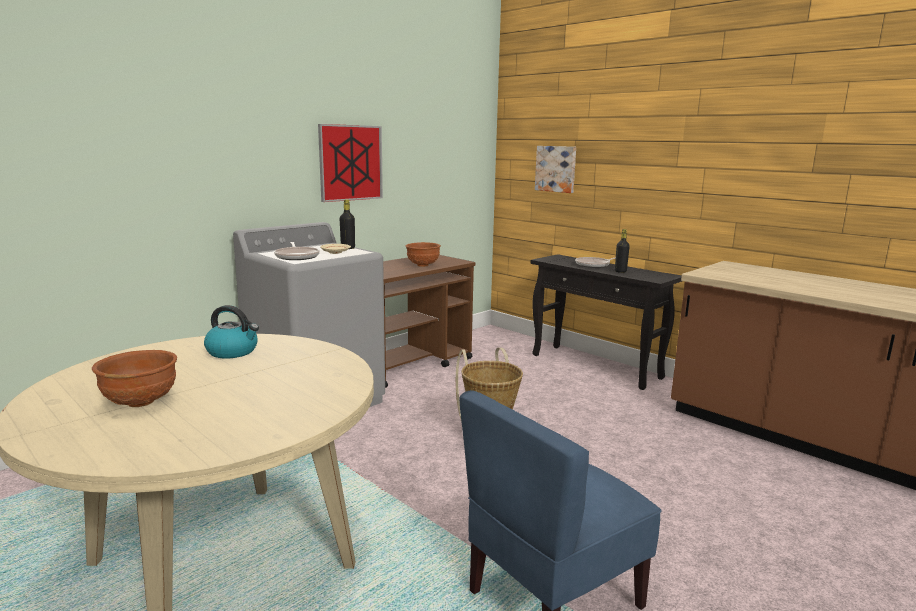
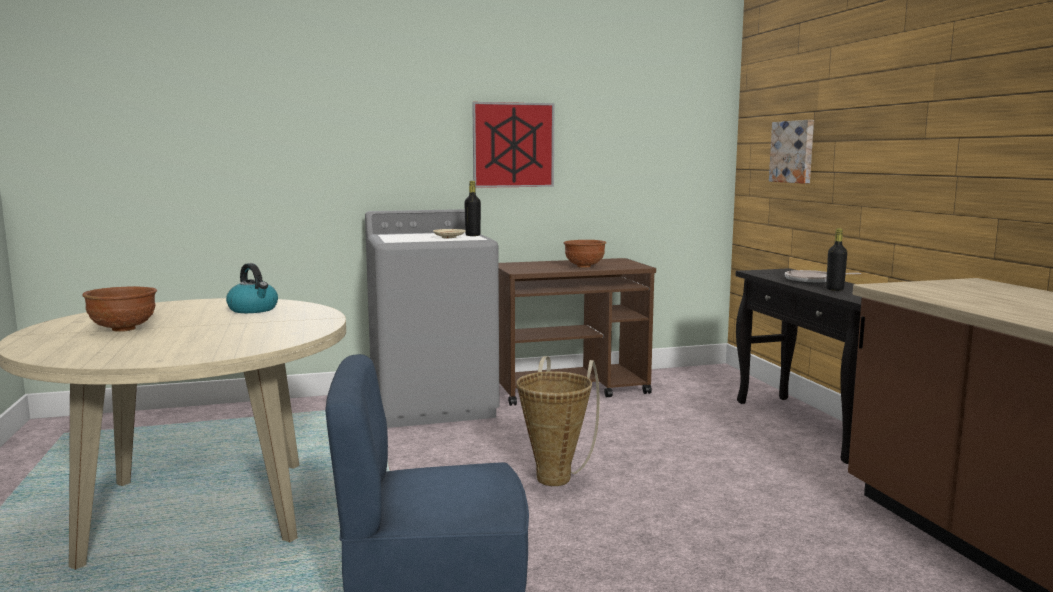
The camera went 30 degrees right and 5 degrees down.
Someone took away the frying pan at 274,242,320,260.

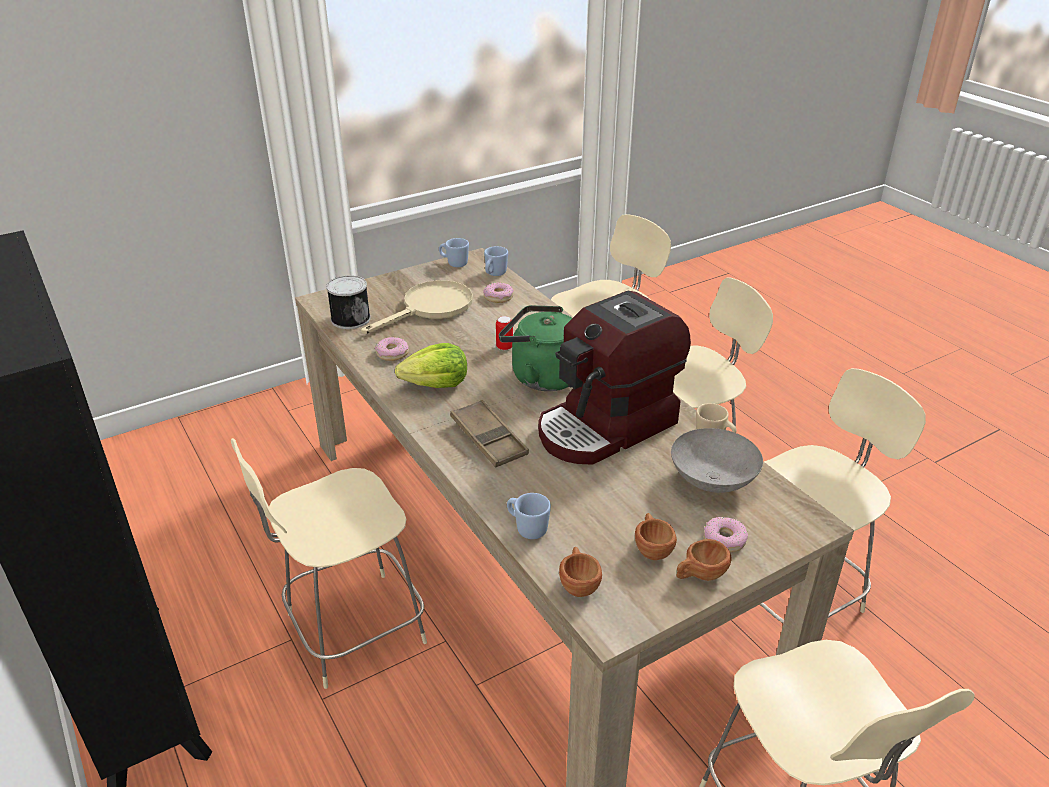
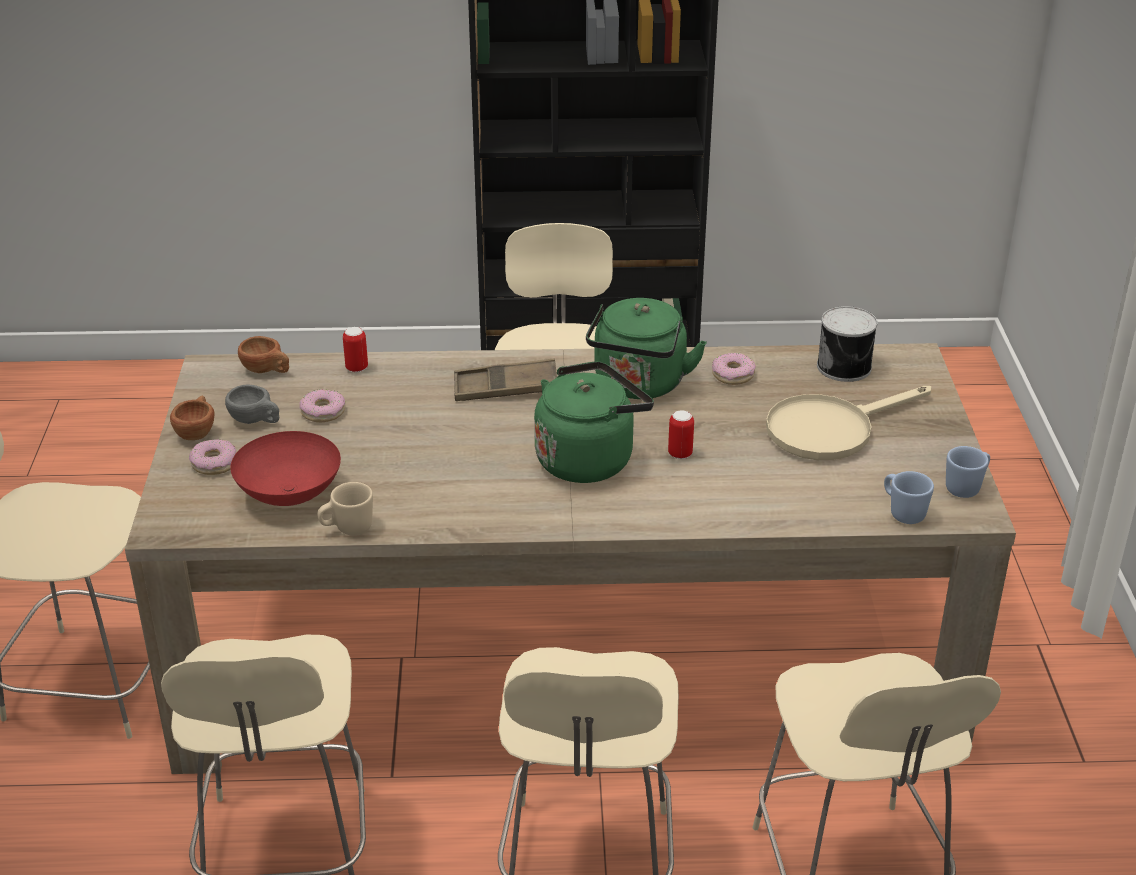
The camera went 120 degrees right and 0 degrees up.
Someone took away the coffee machine at 538,291,691,465.
Someone carried the donut from 483,282,513,303 to 299,390,345,422.
Someone swapped the lettuce at 395,343,467,388 for the green kettle at 586,298,707,399.
Someone swapped the blue mug at 507,493,551,539 for the can at 343,327,368,372.
Someone repainted the brown cup at 635,513,677,560, which became the grey cup at 225,384,279,424.
Someone repainted the grey bowl at 671,428,763,493, which became the red bowl at 230,431,341,506.
Someone rotated the beige frying pan at 361,280,473,334 by 75 degrees clockwise.

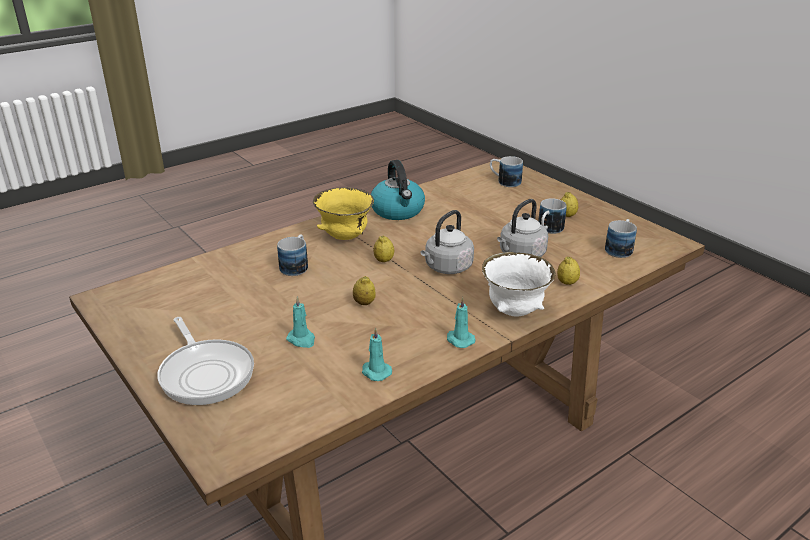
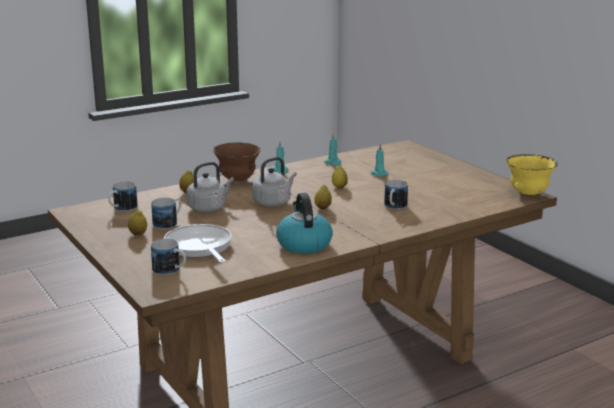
The camera went 175 degrees left and 10 degrees down.
Someone carried the frying pan from 157,317,254,405 to 164,224,232,263.
Someone carried the yellow bowl from 313,187,374,240 to 506,154,558,196.
Someone repainted the white bowl at 482,252,556,316, which became the brown bowl at 213,142,261,181.

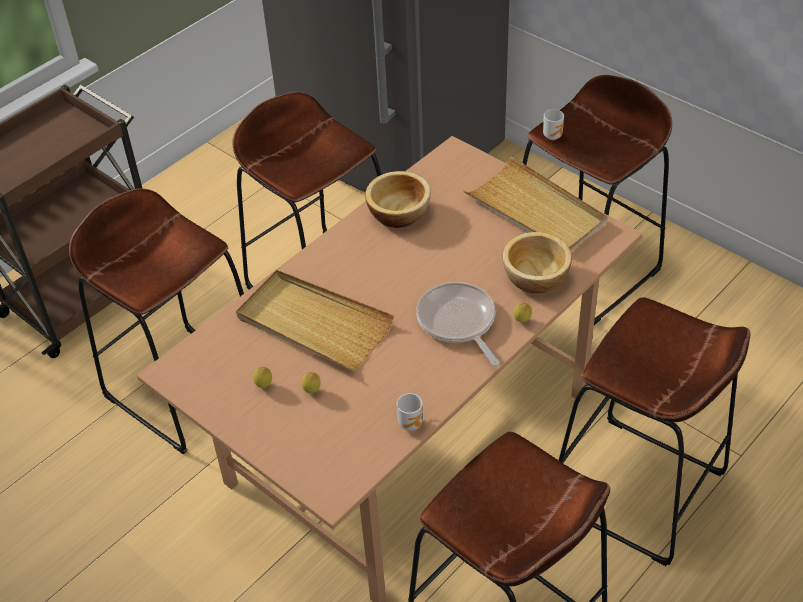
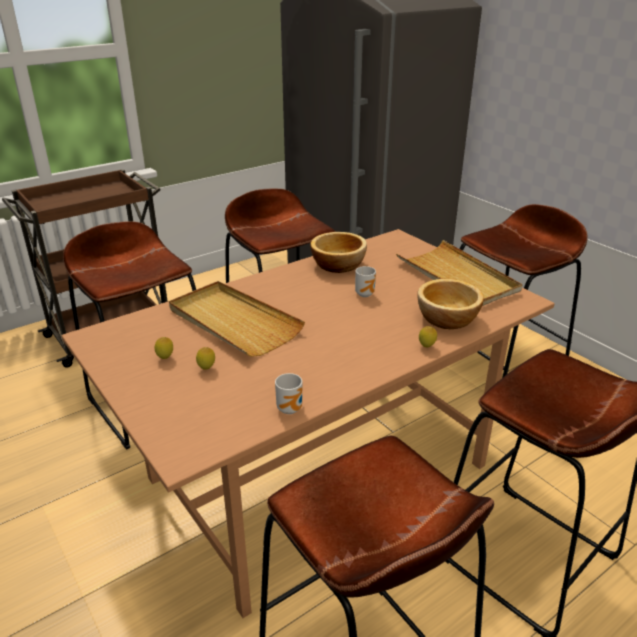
The camera went 10 degrees right and 15 degrees down.
Someone took away the frying pan at 416,282,500,366.
Someone carried the mug from 543,109,564,140 to 355,266,376,297.

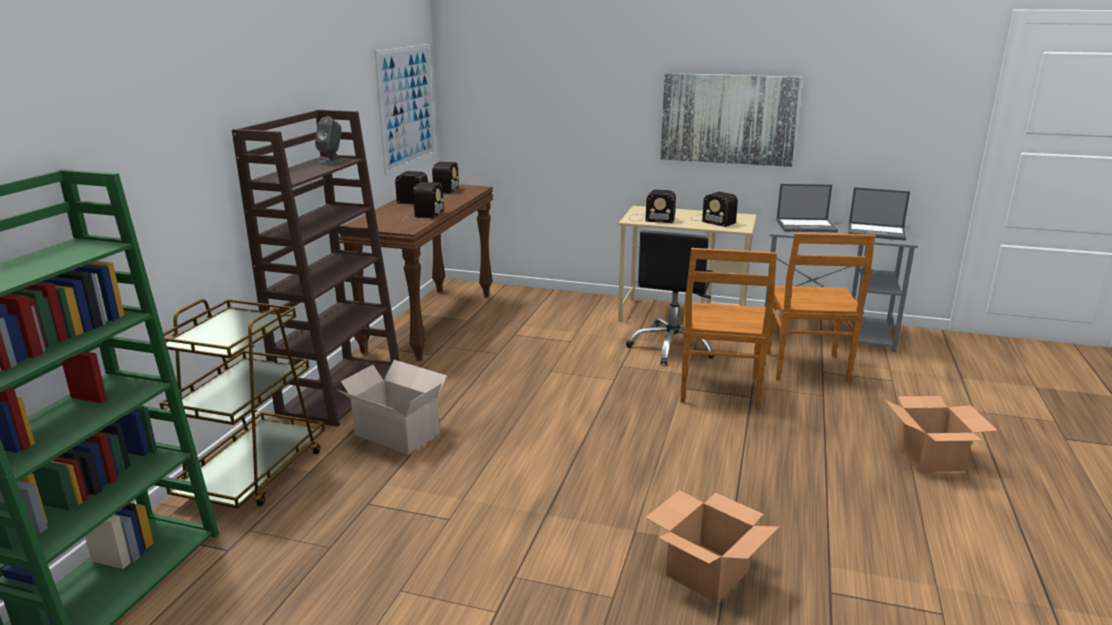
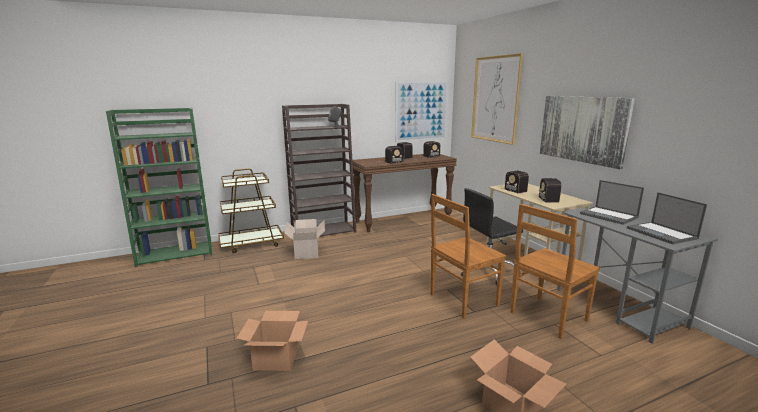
The camera went 50 degrees right and 5 degrees down.
Someone put up the picture at 471,53,523,145.

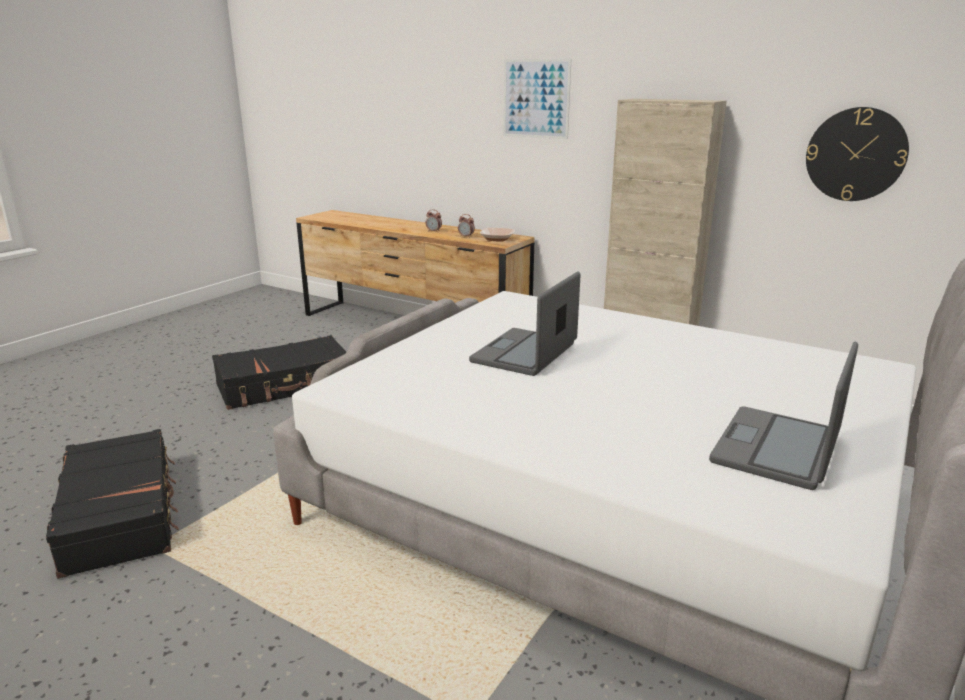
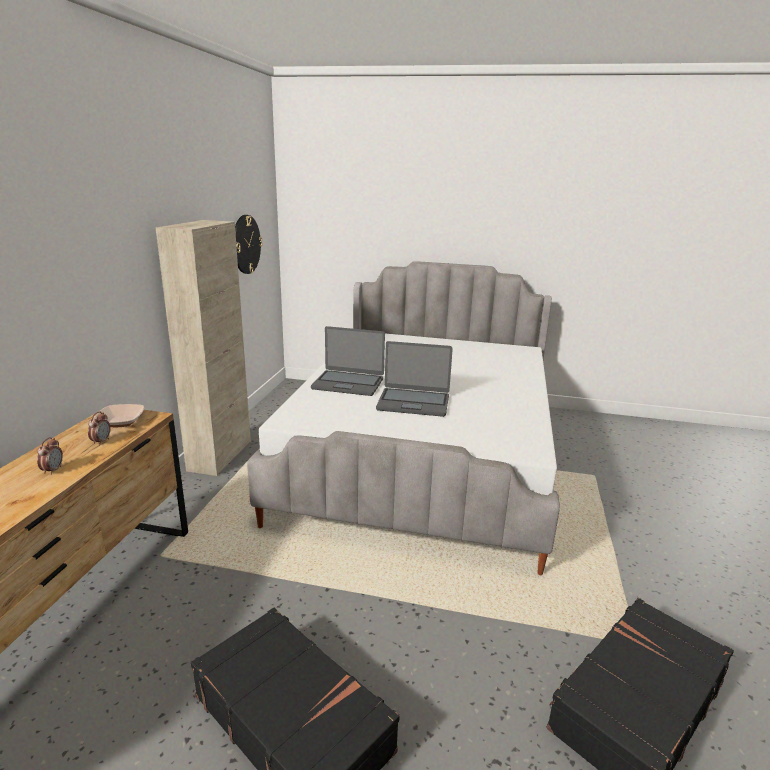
The camera went 110 degrees left and 0 degrees up.
Someone took away the picture at 503,59,571,139.
Someone carried the laptop from 709,341,858,490 to 311,326,385,396.

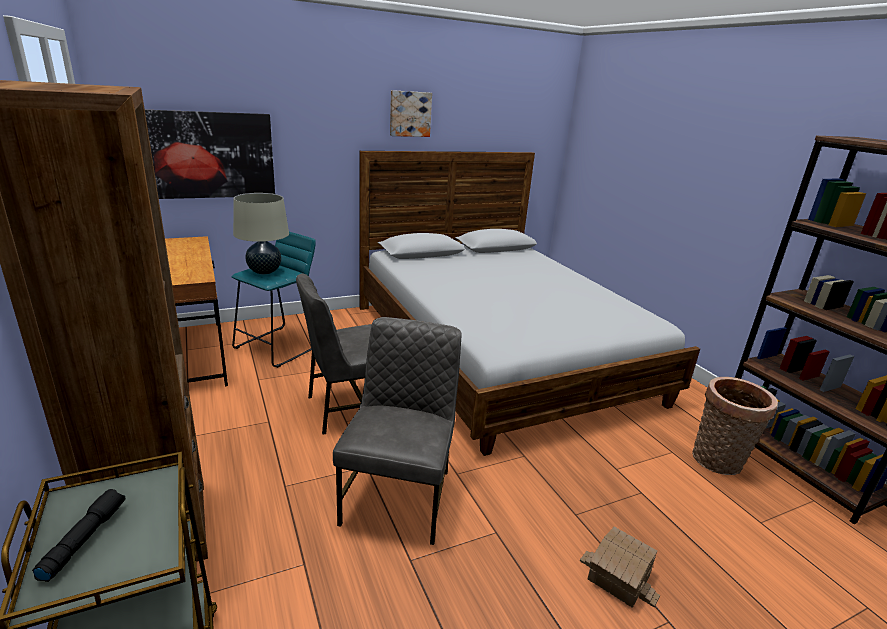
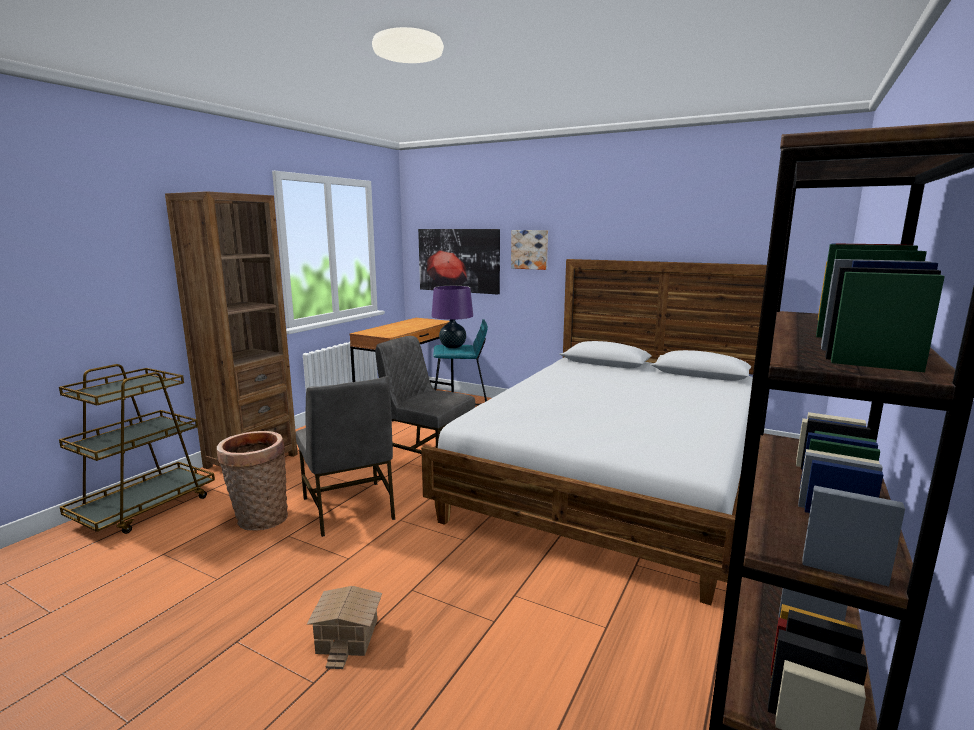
The camera went 55 degrees right and 10 degrees down.
Someone took away the black flashlight at 32,489,125,582.
Someone carried the picture from 390,90,432,137 to 511,230,548,270.
Someone carried the basket from 692,377,778,475 to 217,431,288,530.
Someone repainted the beige table lamp at 233,193,289,274, which became the purple table lamp at 432,286,473,348.
Someone rotated the grey chair at 333,317,462,545 by 90 degrees clockwise.

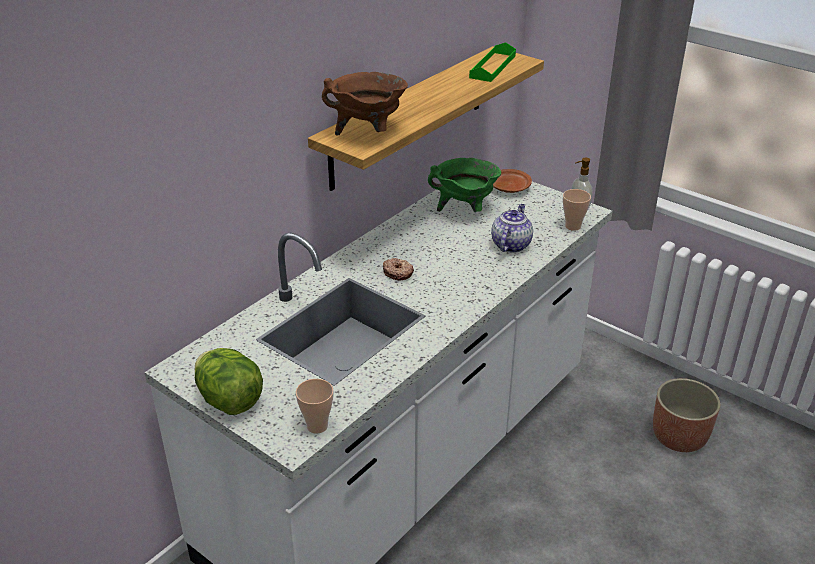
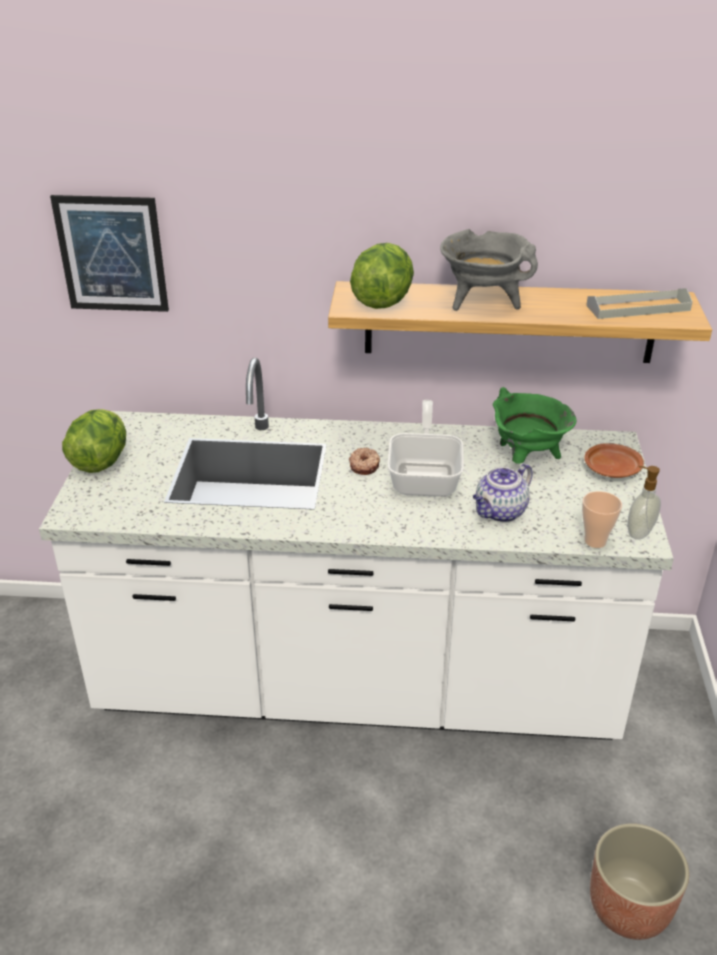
The camera went 55 degrees right and 0 degrees up.
Someone took away the cup at 296,379,334,434.
Someone put up the picture at 50,195,169,312.
Someone put down the frying pan at 387,400,464,497.
Someone put down the grey cooking pot at 440,229,538,311.
Someone swapped the brown cooking pot at 322,72,408,136 for the lettuce at 350,243,414,309.
Someone repainted the green tray at 469,42,516,82, which became the grey tray at 586,288,693,319.
Someone rotated the teapot at 491,204,533,253 by 150 degrees clockwise.

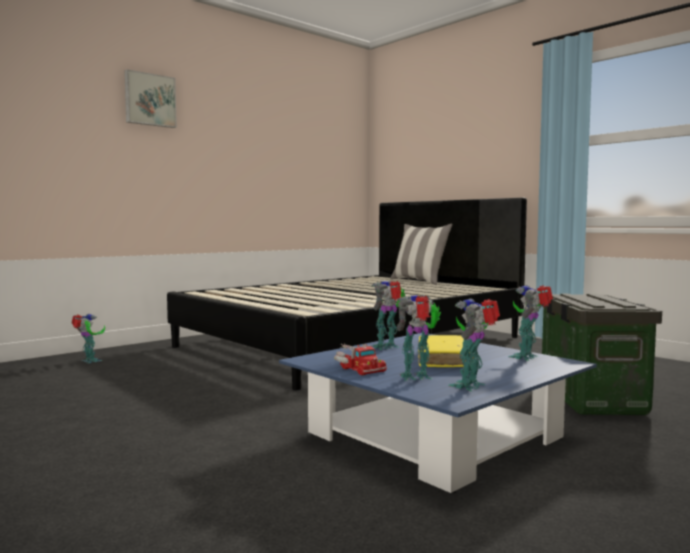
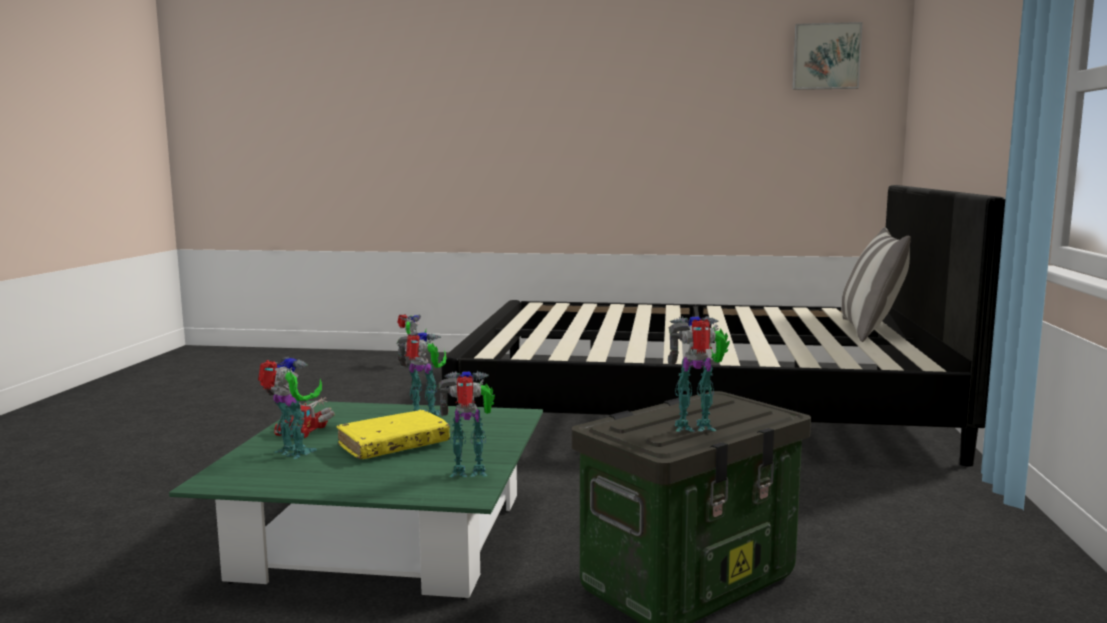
The camera went 50 degrees right and 5 degrees up.
Someone carried the picture from 124,69,177,128 to 792,22,863,90.
Someone carried the toy robot from 448,298,500,391 to 668,316,730,432.
Someone repainted the blue coffee table at 279,333,597,493, which became the green coffee table at 169,401,543,600.

